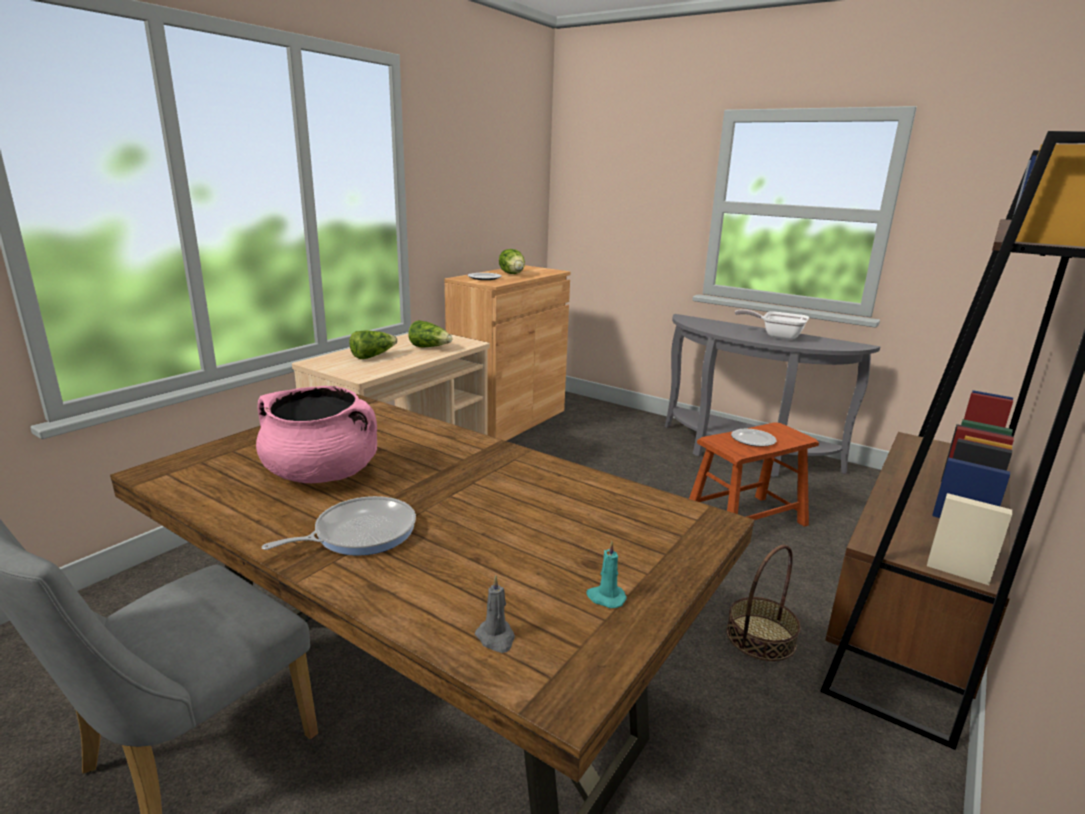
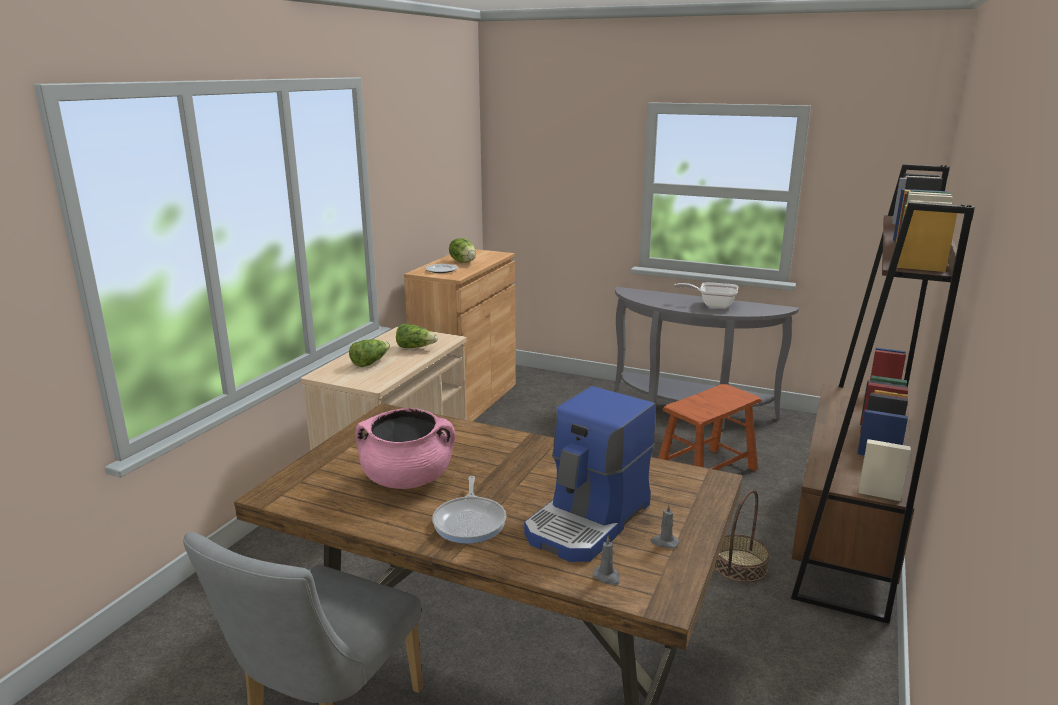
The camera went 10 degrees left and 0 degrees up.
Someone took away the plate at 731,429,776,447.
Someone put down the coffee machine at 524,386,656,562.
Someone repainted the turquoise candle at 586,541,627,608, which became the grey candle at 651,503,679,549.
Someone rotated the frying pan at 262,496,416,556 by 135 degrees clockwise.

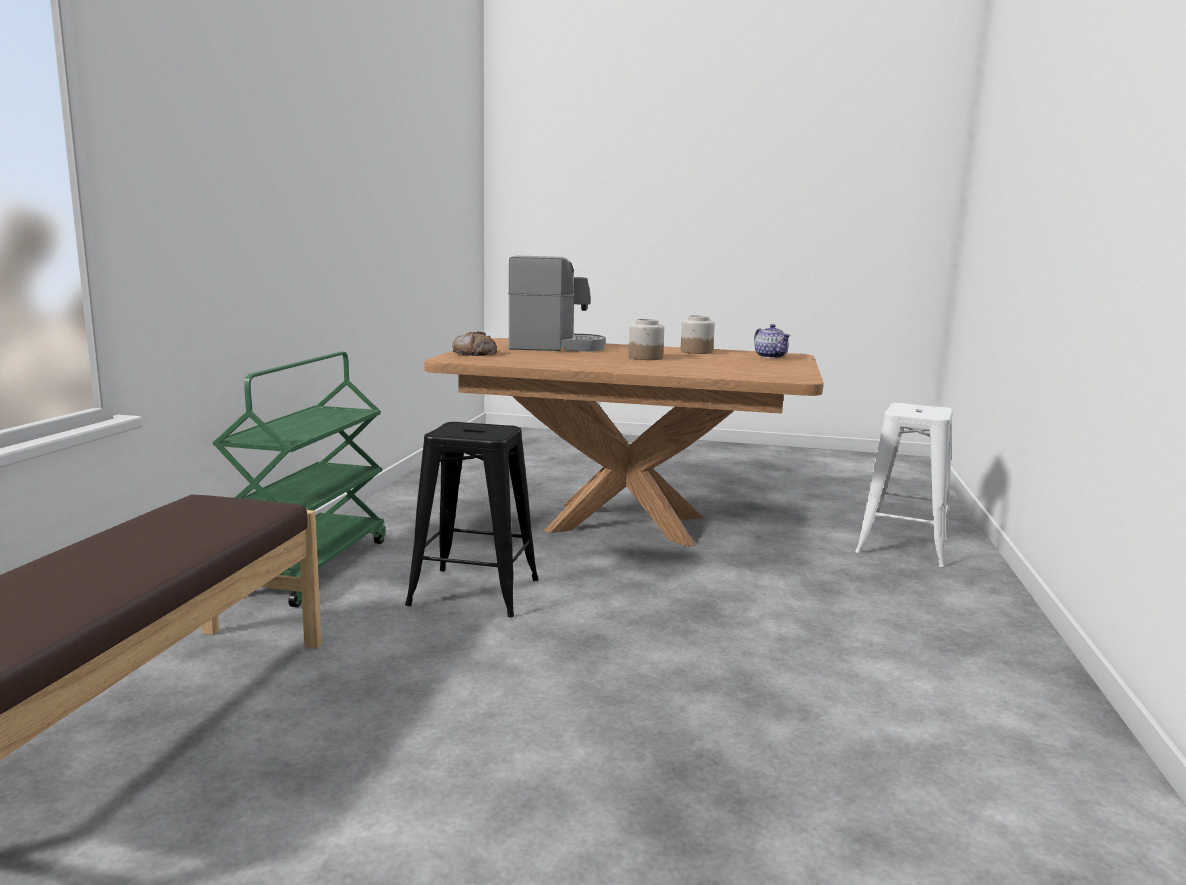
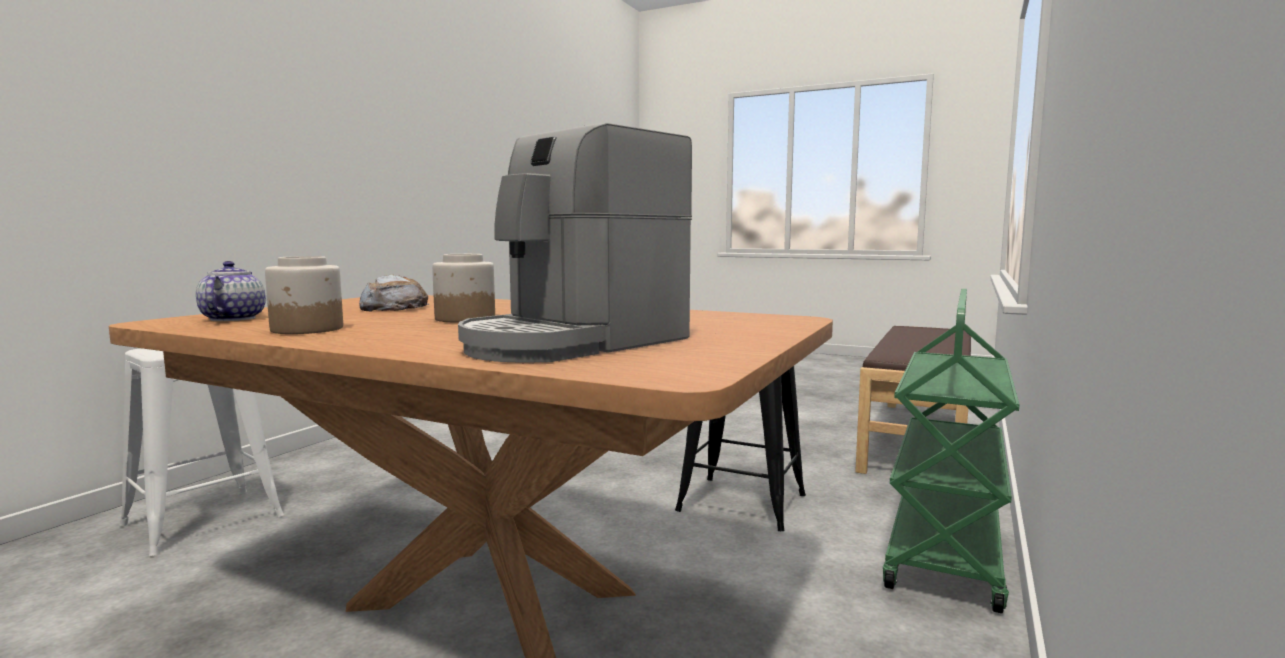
The camera went 165 degrees left and 5 degrees down.
Someone carried the bread from 452,331,497,356 to 359,274,429,312.
Someone rotated the coffee machine at 508,256,606,352 by 60 degrees counterclockwise.

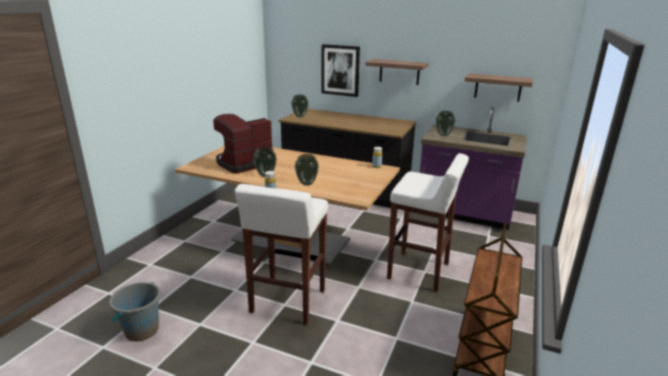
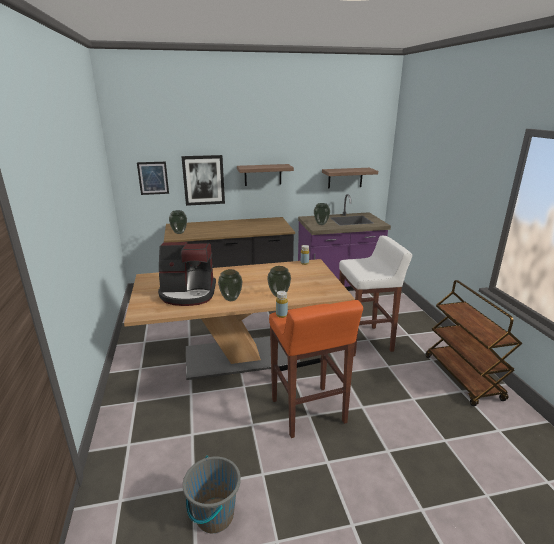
The camera went 35 degrees left and 0 degrees up.
Someone put up the picture at 137,162,169,195.
Someone repainted the white stool at 235,184,328,325, which became the orange stool at 269,300,363,438.
Someone rotated the coffee machine at 213,114,272,174 by 105 degrees counterclockwise.

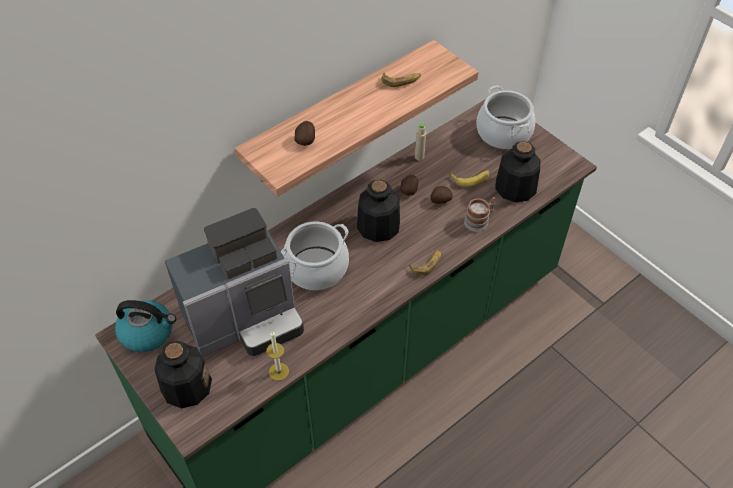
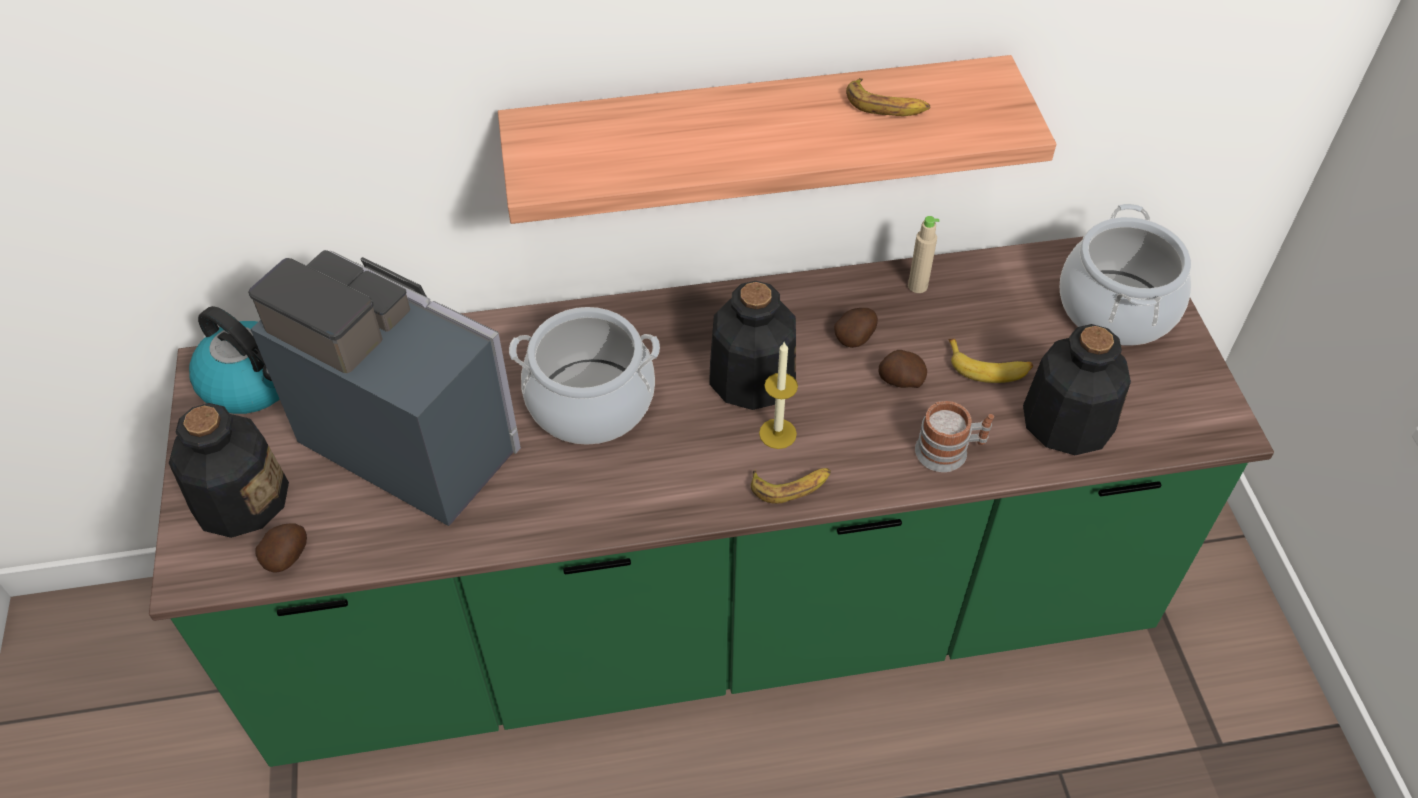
The camera went 30 degrees right and 0 degrees up.
Someone carried the candle from 266,331,289,381 to 759,341,798,449.
Someone carried the potato from 294,121,315,146 to 256,523,307,573.
Someone rotated the coffee machine at 165,208,304,357 by 150 degrees counterclockwise.

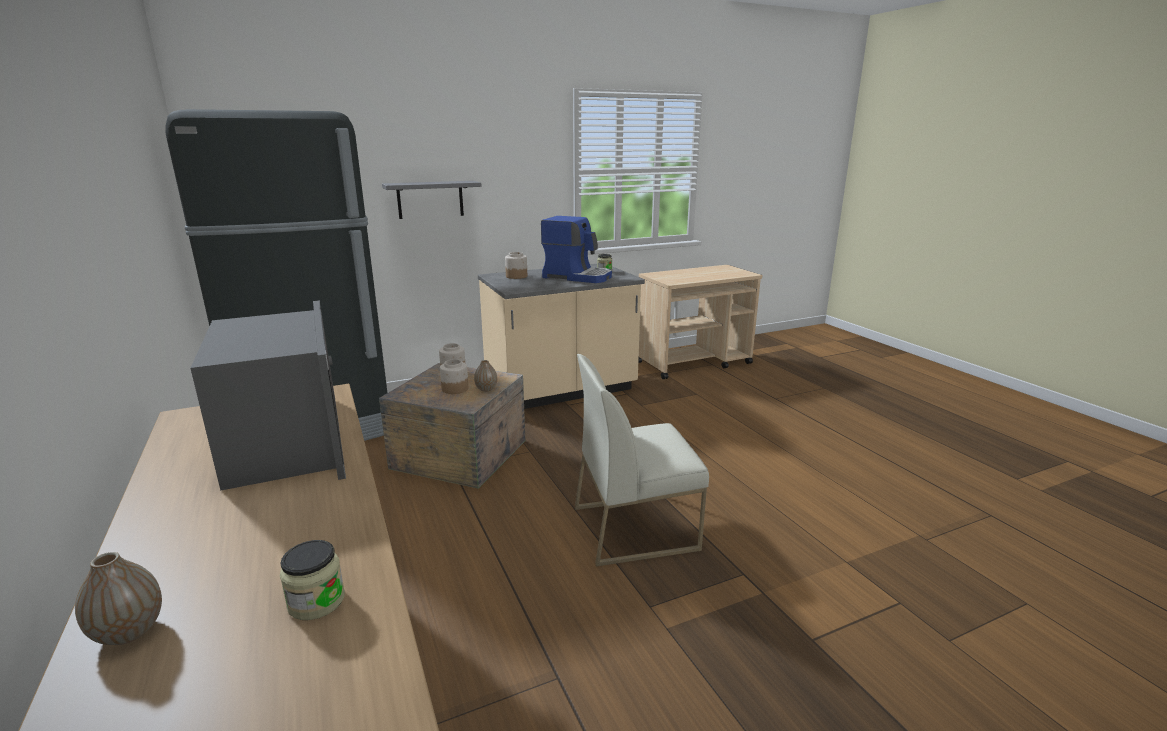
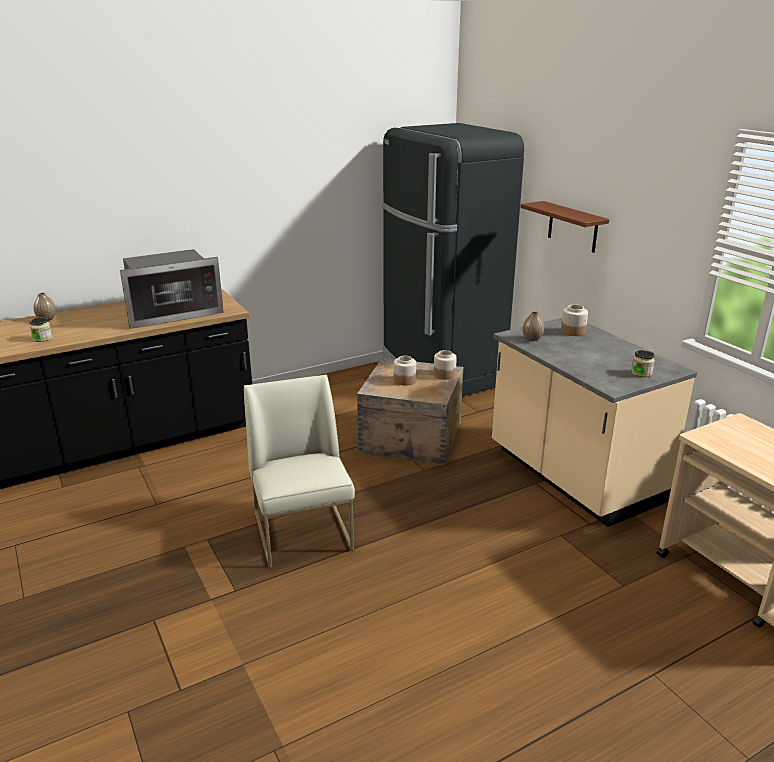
The camera went 85 degrees right and 5 degrees up.
Someone took away the coffee machine at 541,216,612,283.
Someone carried the vase from 474,360,497,392 to 522,311,544,341.
Someone repainted the grey shelf at 382,181,482,219, which became the brown shelf at 520,201,609,253.

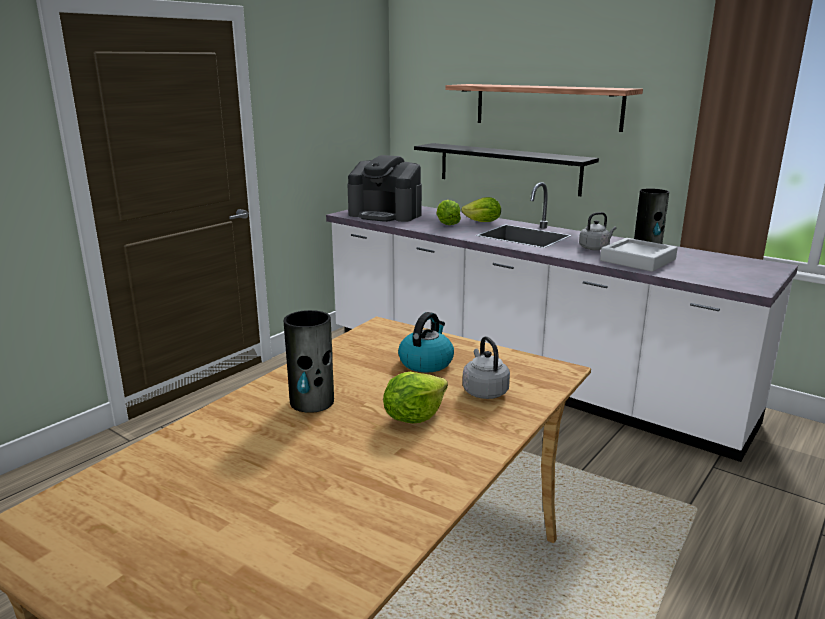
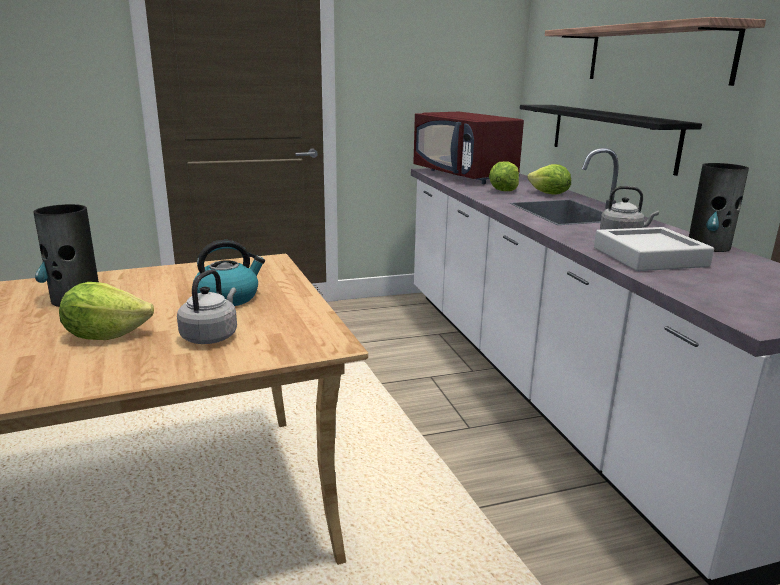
The camera went 35 degrees right and 0 degrees up.
Someone swapped the coffee machine at 347,155,422,222 for the red microwave at 413,112,524,184.

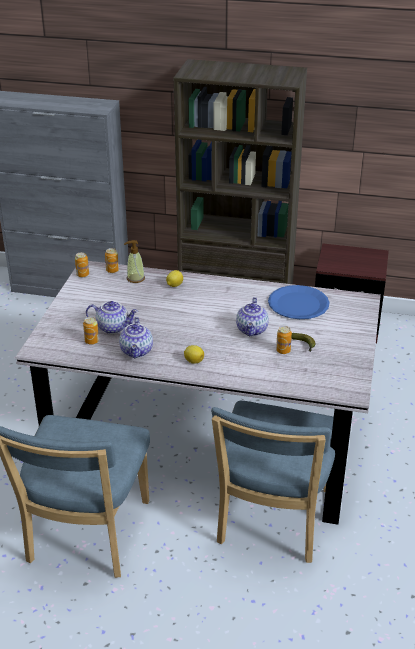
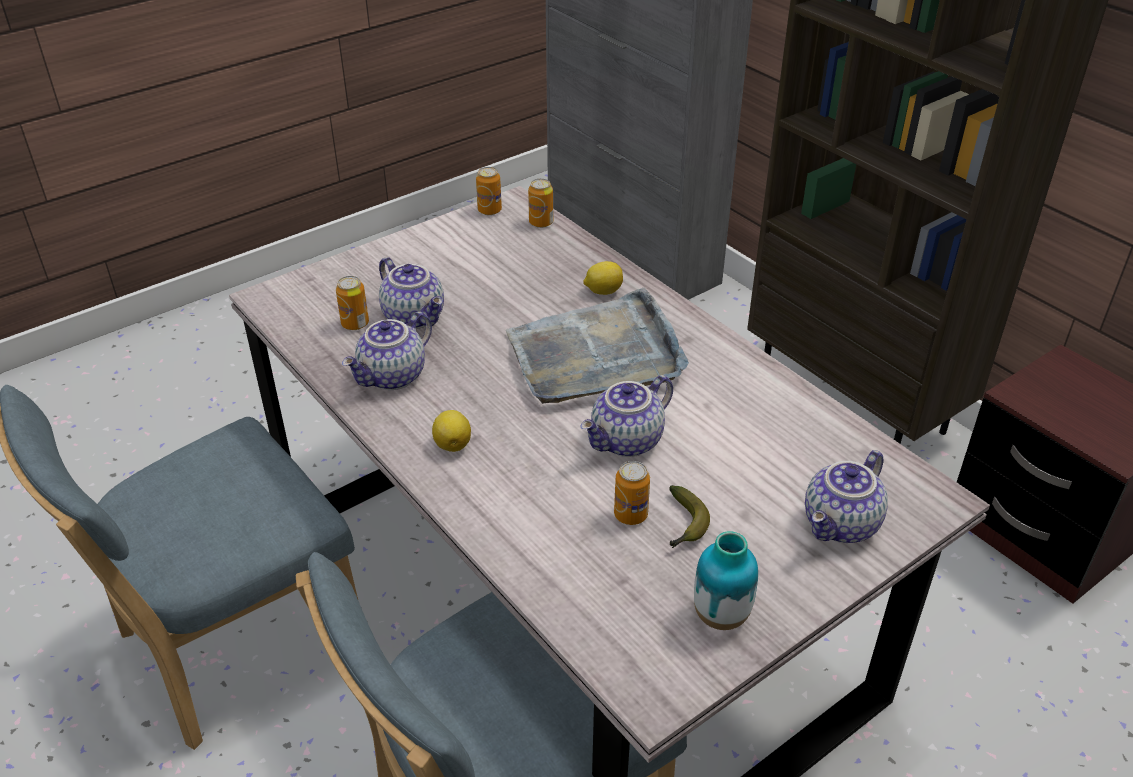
The camera went 40 degrees right and 5 degrees up.
Someone took away the soap dispenser at 124,240,145,283.
Someone took away the blue plate at 268,285,330,319.
Someone put down the grey tray at 506,287,689,404.
Someone put down the vase at 694,531,758,630.
Someone put down the teapot at 805,450,888,543.

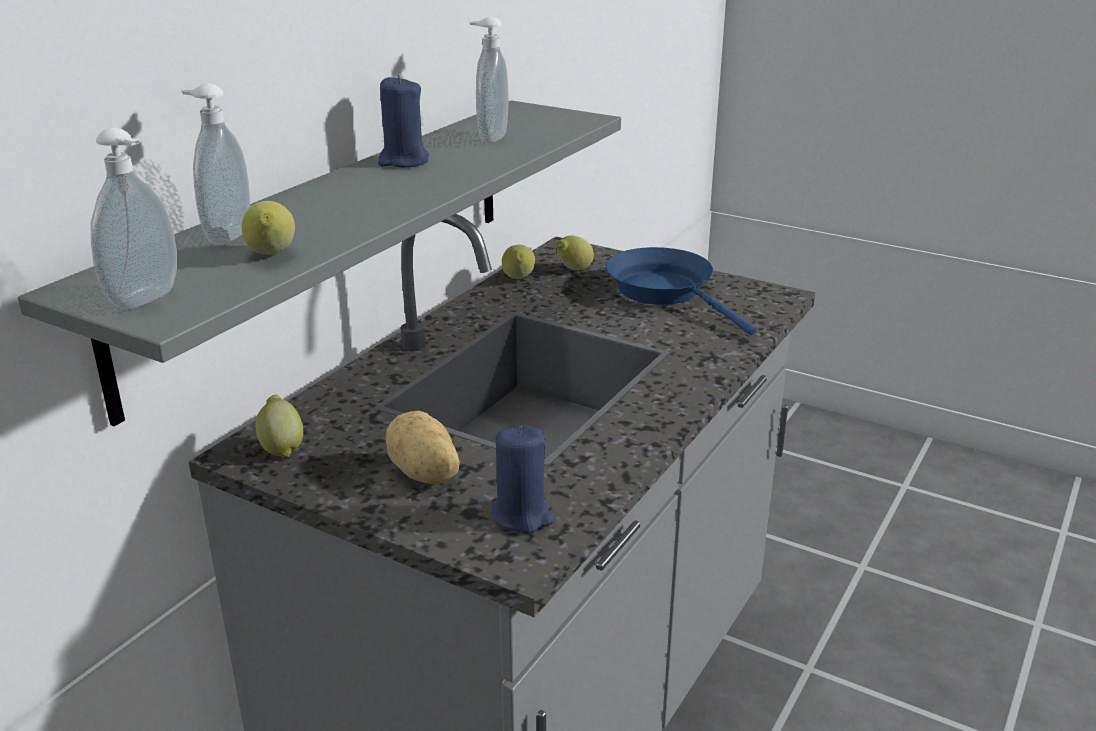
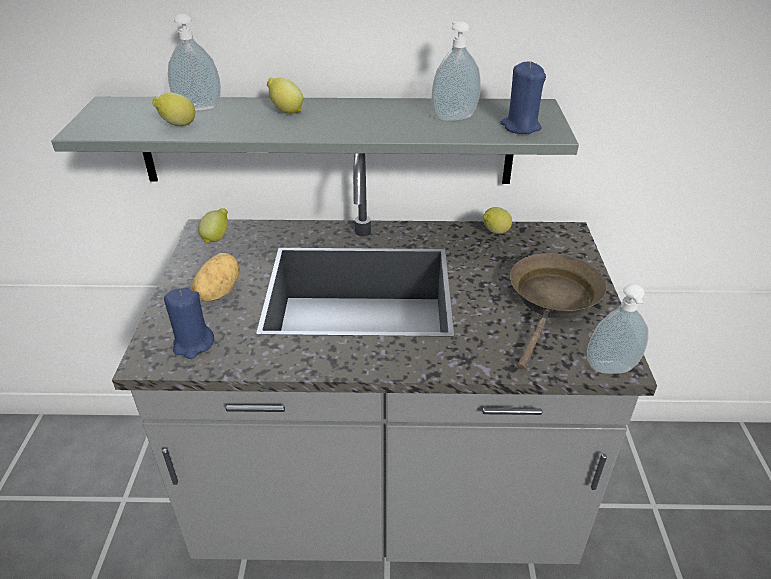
The camera went 60 degrees right and 10 degrees up.
Someone carried the soap dispenser from 91,127,177,309 to 587,284,649,374.
Someone carried the blue candle from 378,75,429,168 to 500,62,546,134.
Someone carried the lemon from 556,236,594,270 to 267,78,303,114.
Someone repainted the blue frying pan at 606,247,756,335, which became the brown frying pan at 510,253,607,370.

